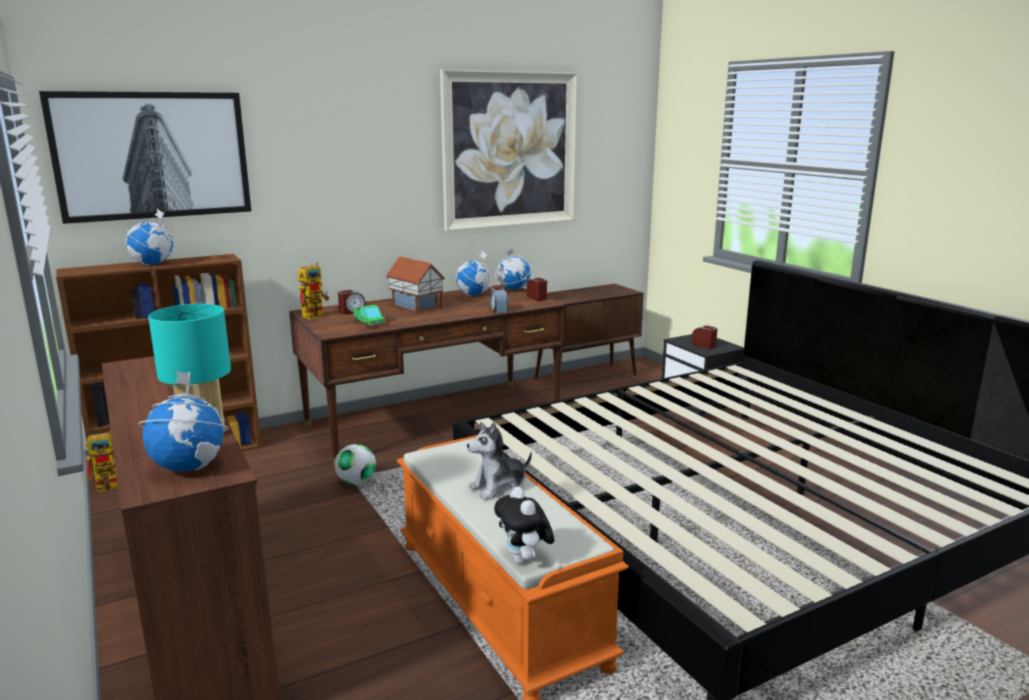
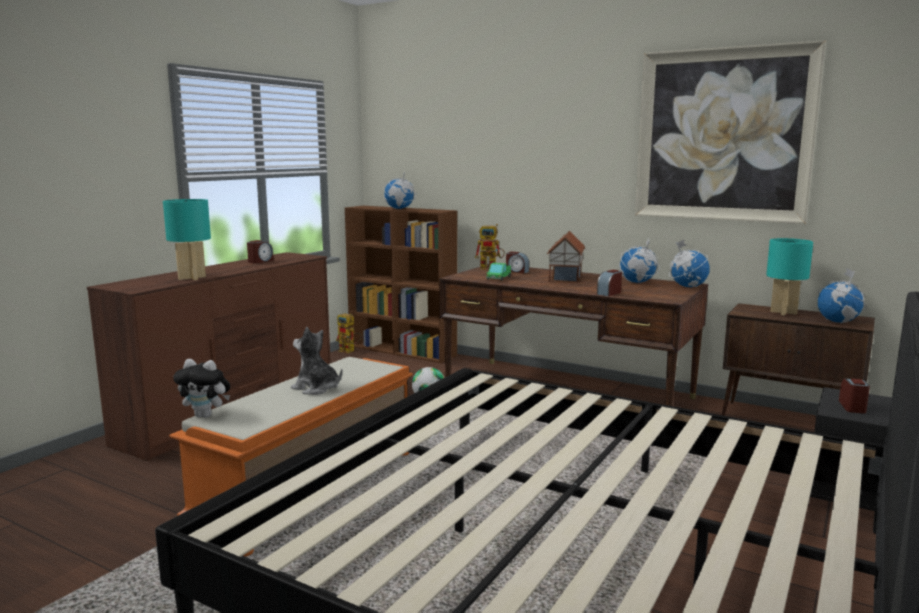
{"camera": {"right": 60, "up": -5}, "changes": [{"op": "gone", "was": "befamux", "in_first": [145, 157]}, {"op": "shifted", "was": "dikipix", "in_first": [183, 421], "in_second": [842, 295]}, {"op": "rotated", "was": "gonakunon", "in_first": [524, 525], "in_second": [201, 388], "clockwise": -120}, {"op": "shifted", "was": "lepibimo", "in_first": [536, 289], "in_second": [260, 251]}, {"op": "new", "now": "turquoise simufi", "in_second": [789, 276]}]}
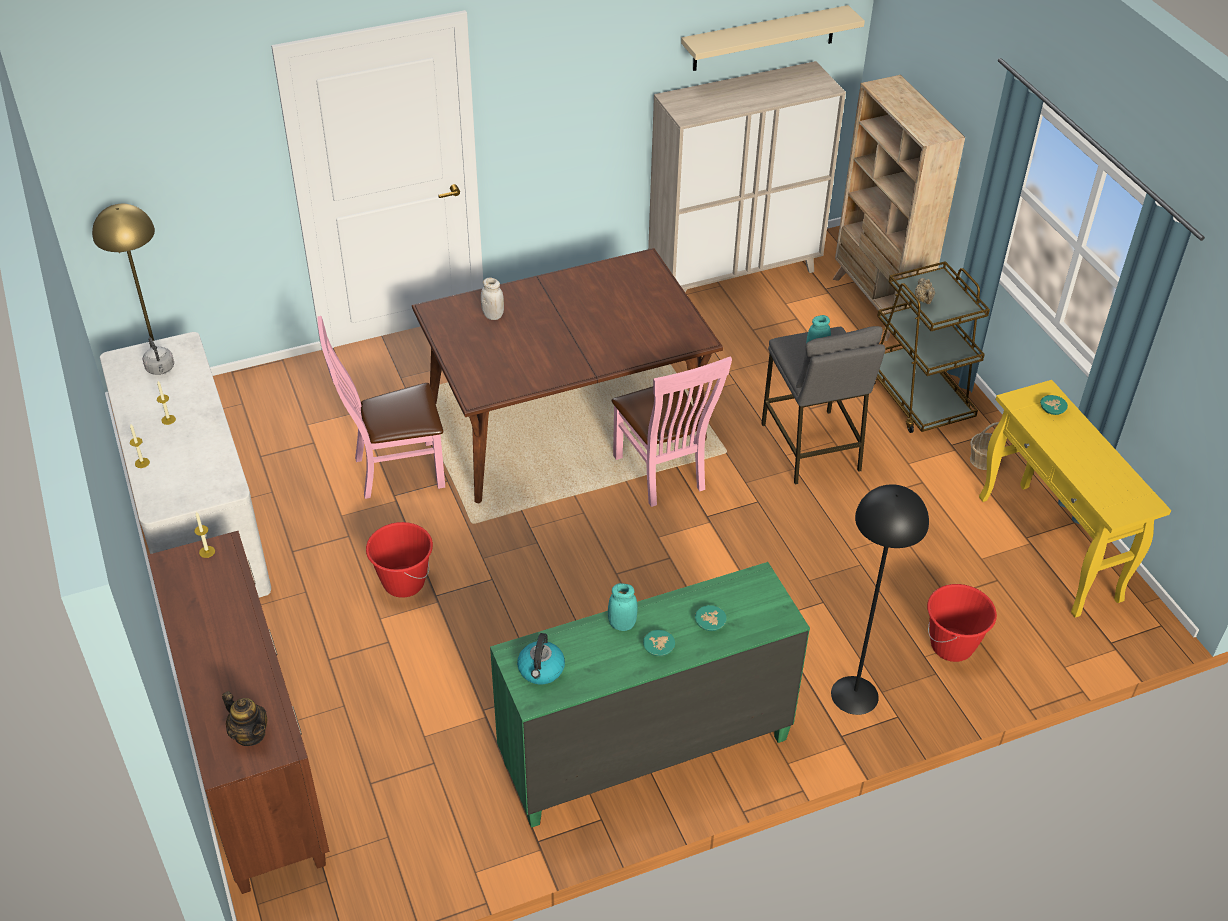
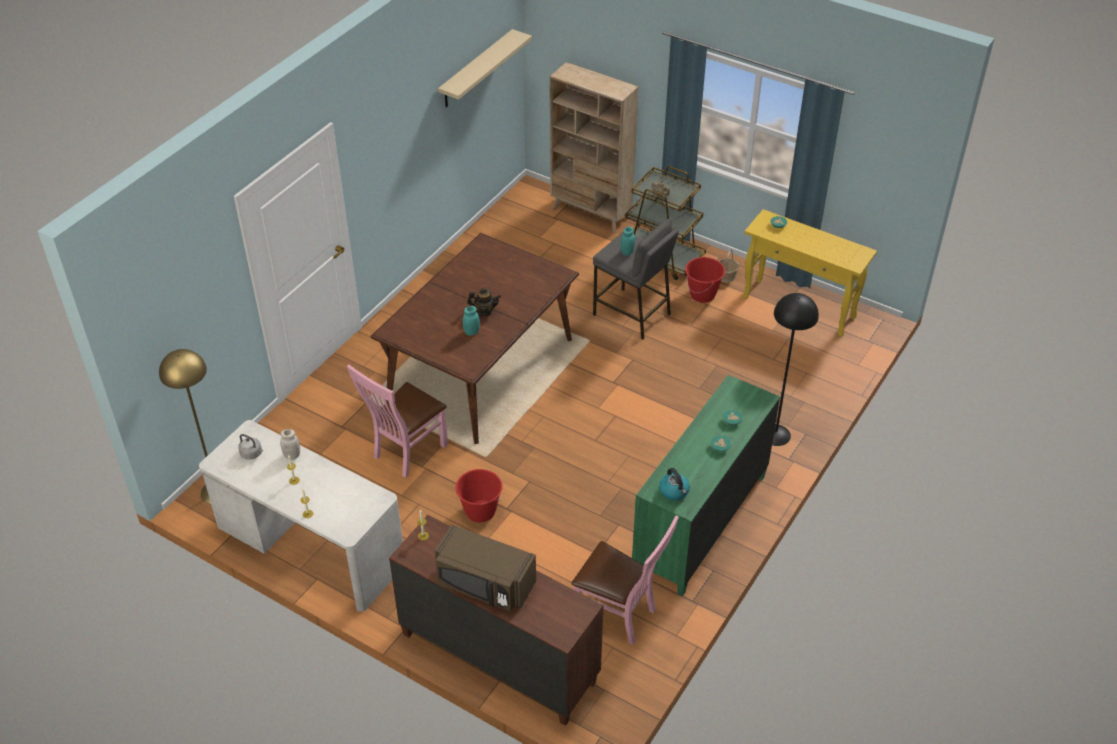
{"camera": {"right": -35, "up": 0}, "changes": [{"op": "shifted", "was": "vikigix", "in_first": [244, 718], "in_second": [484, 302]}, {"op": "shifted", "was": "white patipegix", "in_first": [492, 299], "in_second": [290, 444]}, {"op": "shifted", "was": "turquoise patipegix", "in_first": [622, 607], "in_second": [471, 321]}, {"op": "shifted", "was": "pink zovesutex", "in_first": [672, 431], "in_second": [625, 580]}, {"op": "gone", "was": "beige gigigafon", "in_first": [747, 177]}, {"op": "shifted", "was": "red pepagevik", "in_first": [962, 623], "in_second": [705, 280]}, {"op": "new", "now": "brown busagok", "in_second": [485, 568]}]}
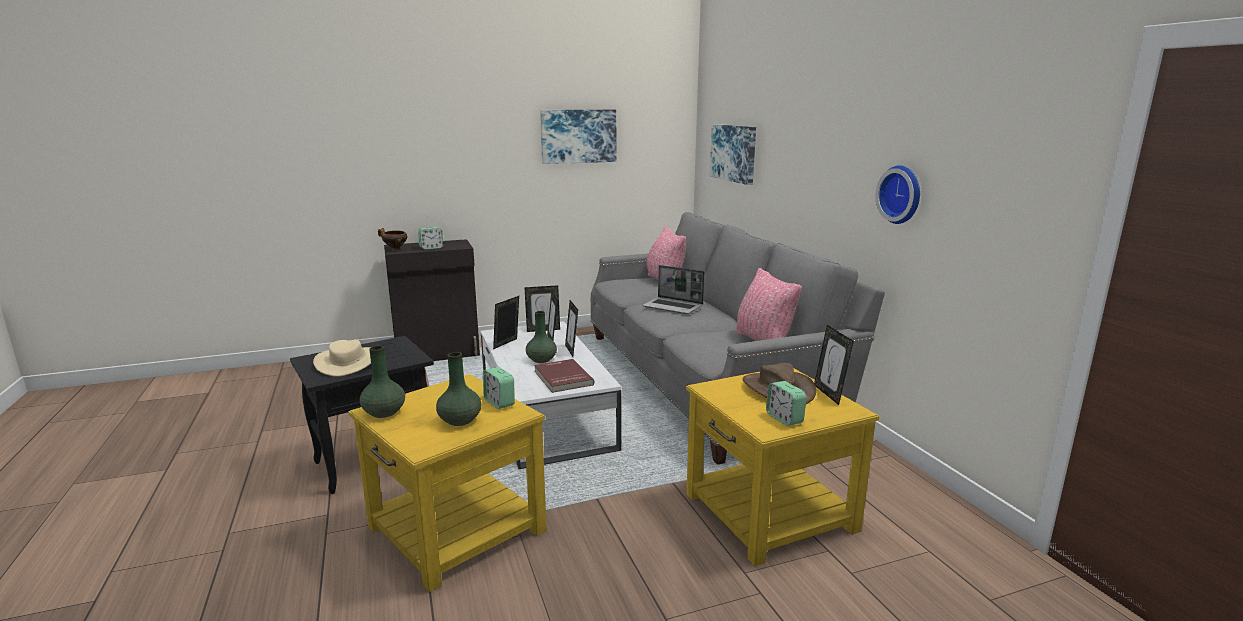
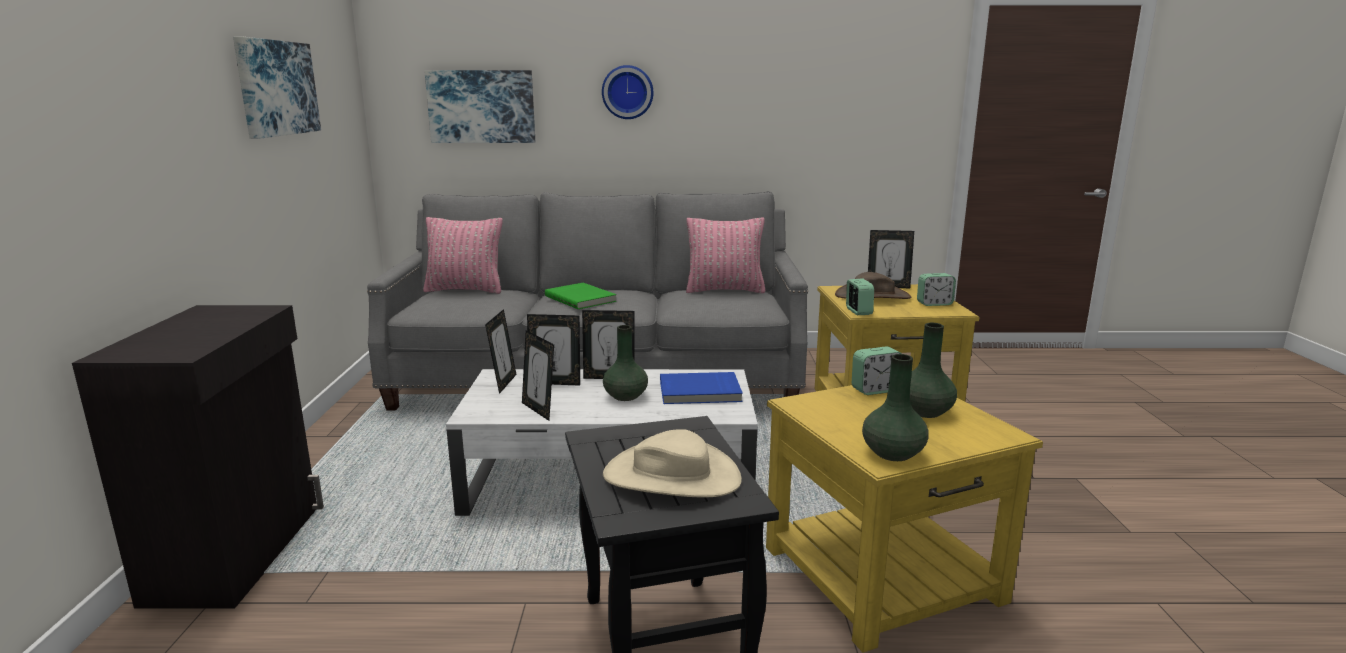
{"camera": {"right": -70, "up": 0}, "changes": [{"op": "gone", "was": "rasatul", "in_first": [393, 239]}, {"op": "shifted", "was": "lepibimo", "in_first": [430, 238], "in_second": [860, 296]}, {"op": "repainted", "was": "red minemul", "now": "blue minemul", "in_first": [564, 376], "in_second": [701, 388]}, {"op": "swapped", "was": "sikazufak", "now": "green minemul", "in_first": [673, 289], "in_second": [580, 296]}, {"op": "shifted", "was": "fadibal", "in_first": [897, 194], "in_second": [628, 92]}]}
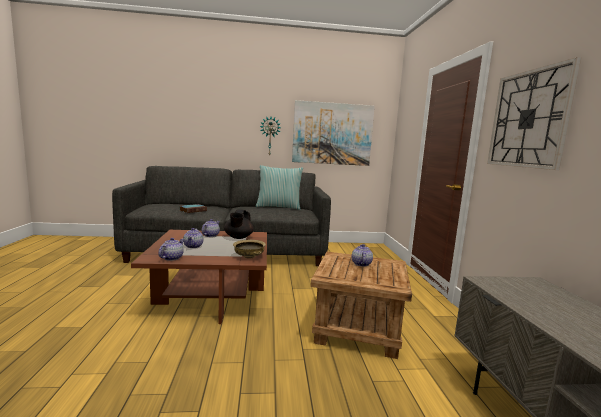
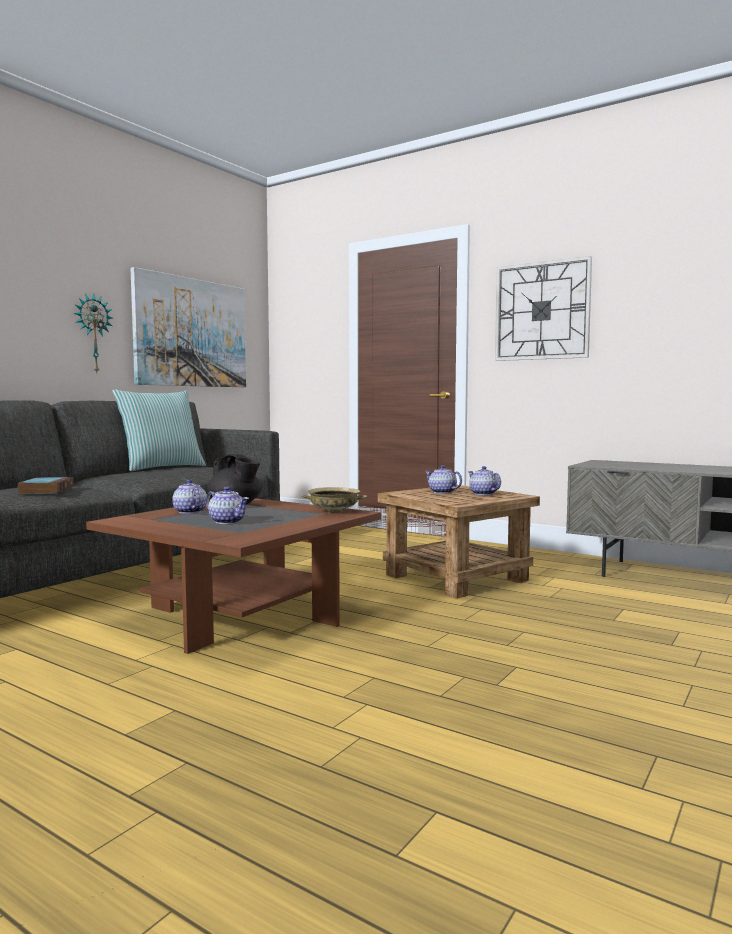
{"camera": {"right": -50, "up": -5}, "changes": [{"op": "shifted", "was": "vikigix", "in_first": [171, 249], "in_second": [484, 480]}]}
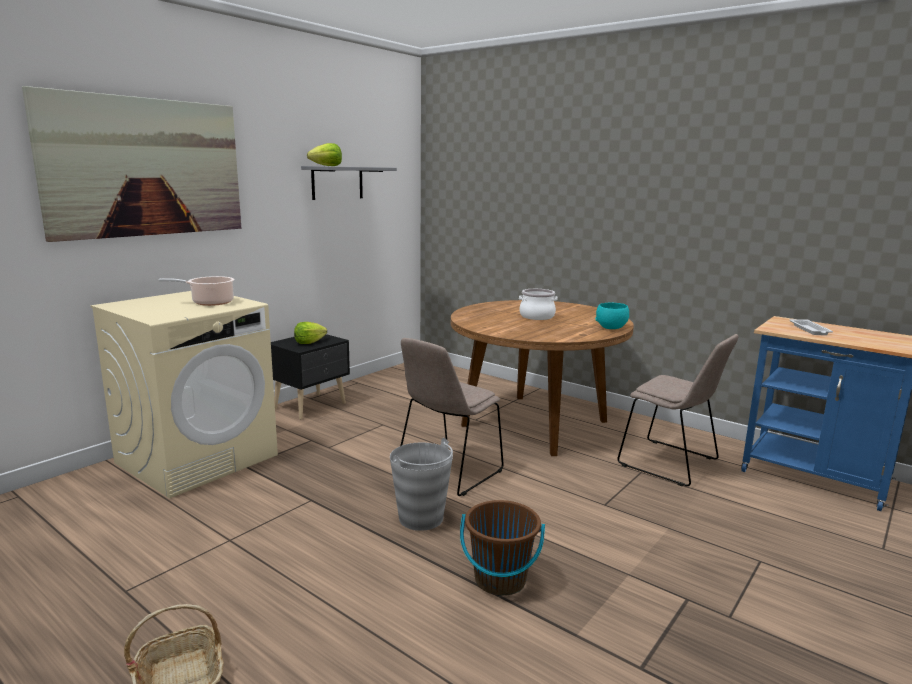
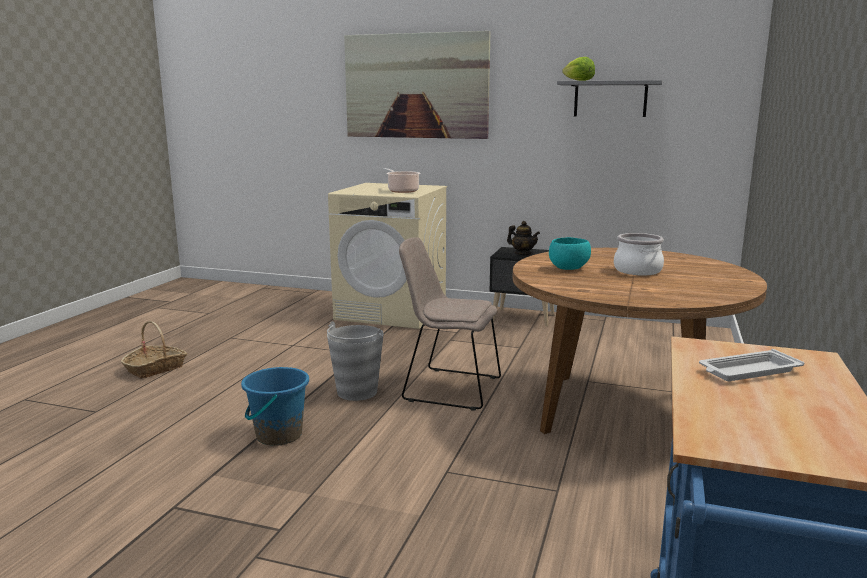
{"camera": {"right": 70, "up": 0}, "changes": [{"op": "swapped", "was": "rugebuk", "now": "vikigix", "in_first": [310, 333], "in_second": [523, 238]}, {"op": "repainted", "was": "brown pepagevik", "now": "blue pepagevik", "in_first": [502, 548], "in_second": [275, 406]}, {"op": "shifted", "was": "turquoise rasatul", "in_first": [612, 316], "in_second": [570, 253]}, {"op": "gone", "was": "beige zovesutex", "in_first": [678, 410]}]}
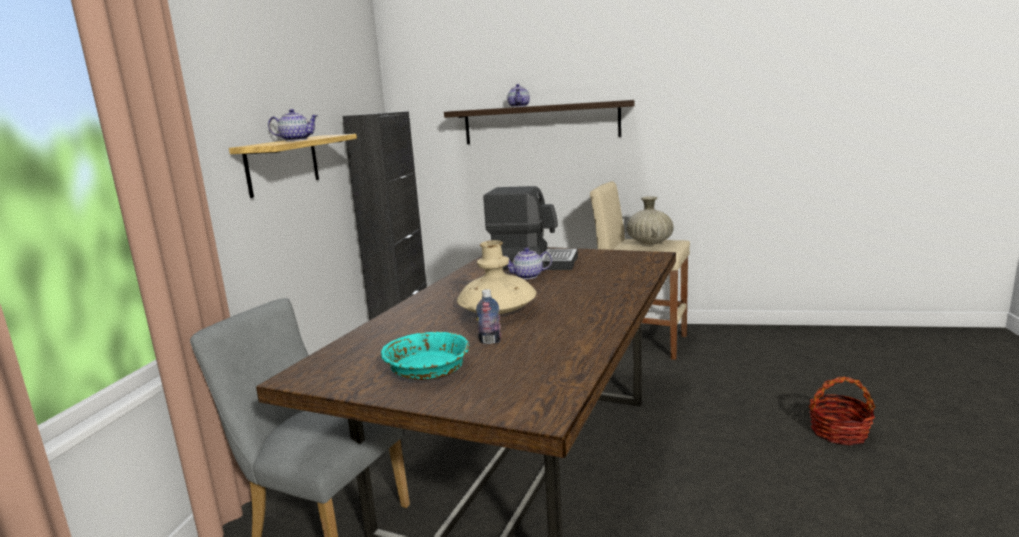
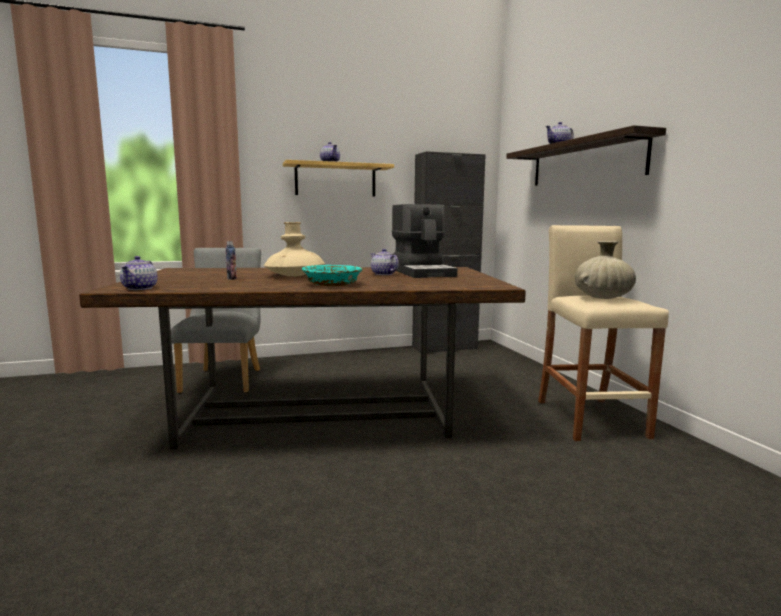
{"camera": {"right": 60, "up": -5}, "changes": [{"op": "shifted", "was": "turquoise rasatul", "in_first": [425, 355], "in_second": [332, 275]}, {"op": "gone", "was": "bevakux", "in_first": [842, 411]}, {"op": "new", "now": "vikigix", "in_second": [139, 273]}]}
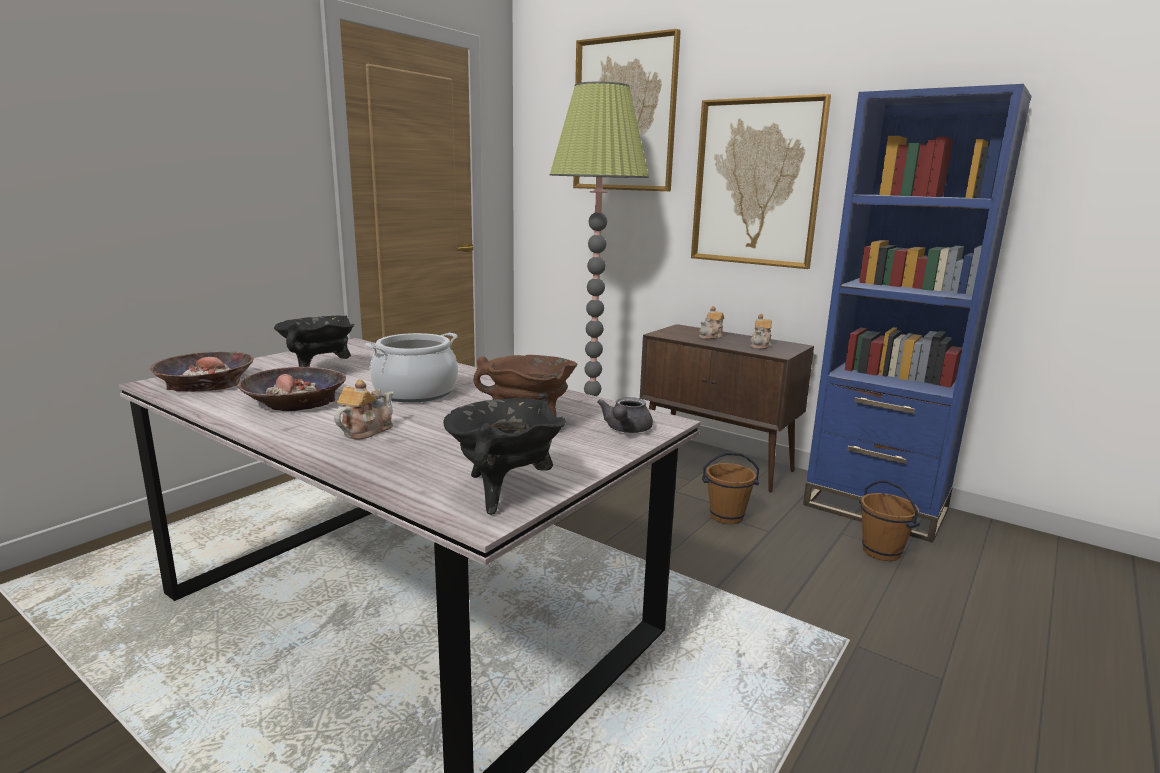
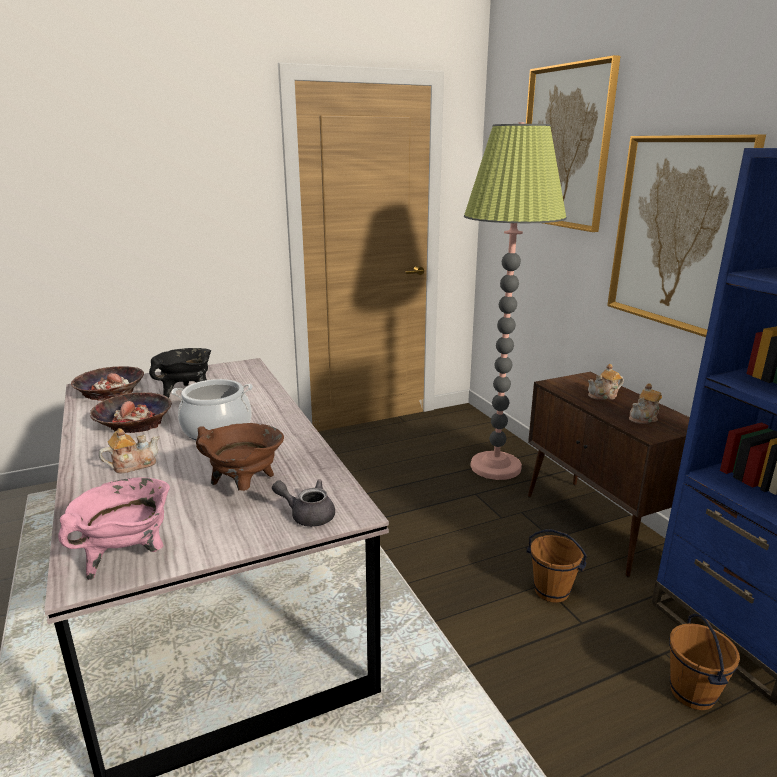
{"camera": {"right": 30, "up": 5}, "changes": [{"op": "repainted", "was": "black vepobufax", "now": "pink vepobufax", "in_first": [505, 456], "in_second": [114, 528]}, {"op": "rotated", "was": "grey vikigix", "in_first": [625, 415], "in_second": [303, 503], "clockwise": 60}]}
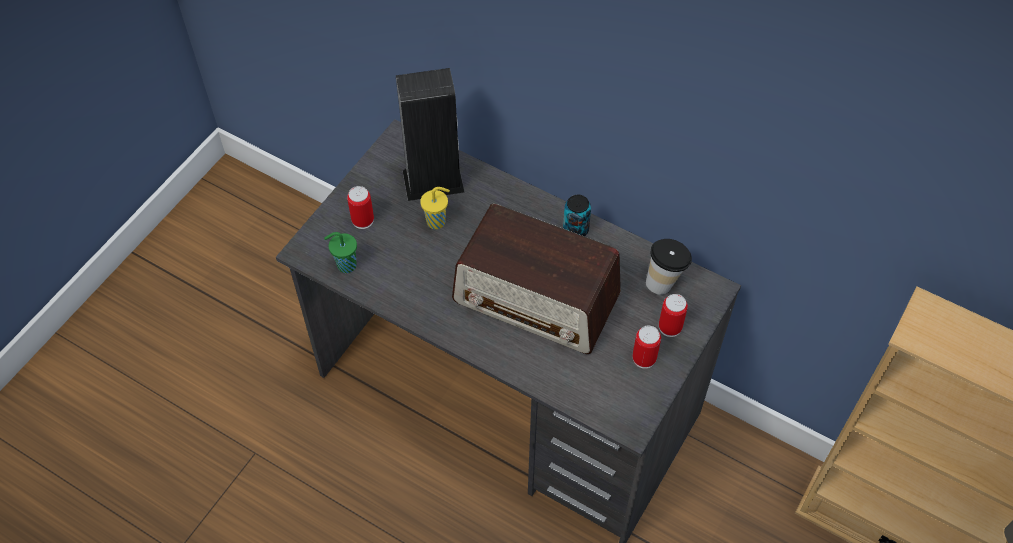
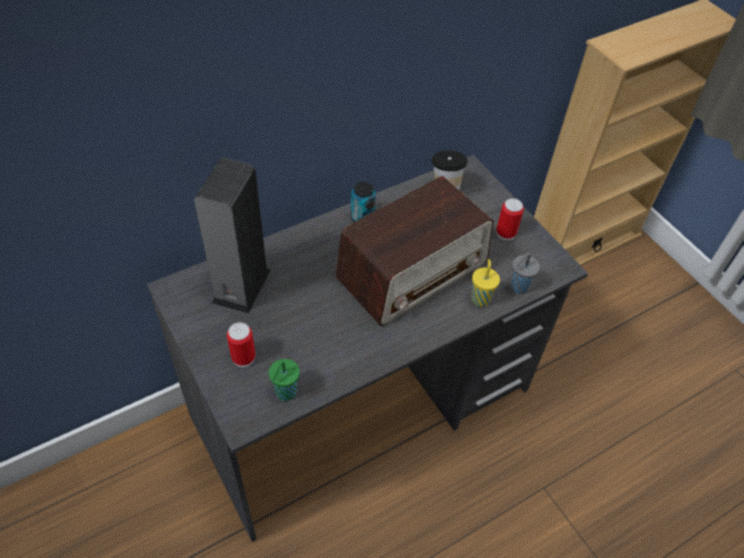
{"camera": {"right": -65, "up": -5}, "changes": [{"op": "shifted", "was": "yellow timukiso", "in_first": [435, 208], "in_second": [485, 283]}, {"op": "gone", "was": "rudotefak", "in_first": [673, 315]}, {"op": "new", "now": "grey timukiso", "in_second": [525, 273]}]}
